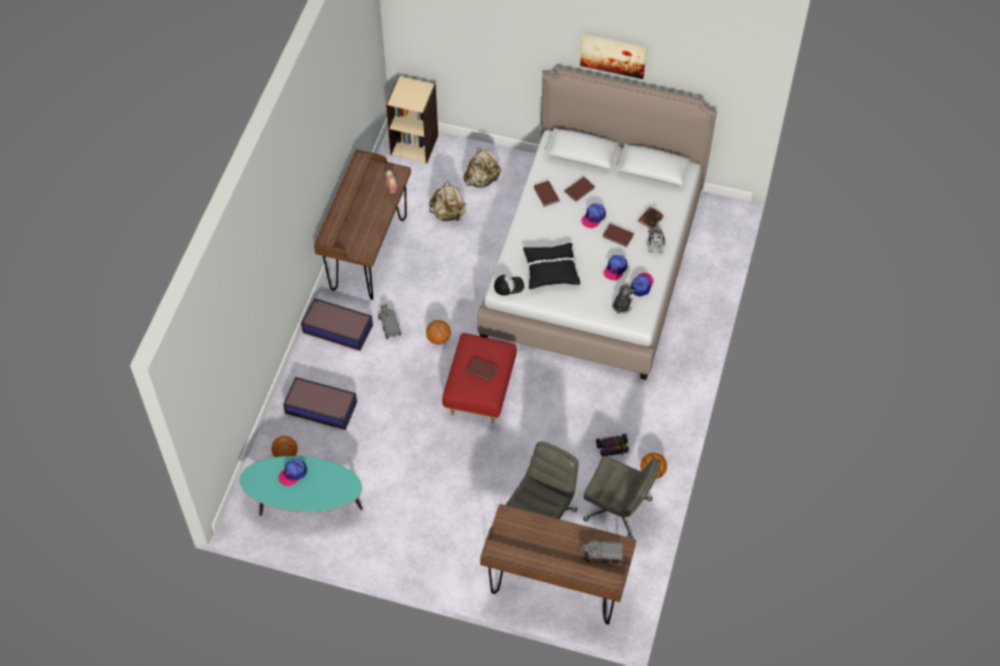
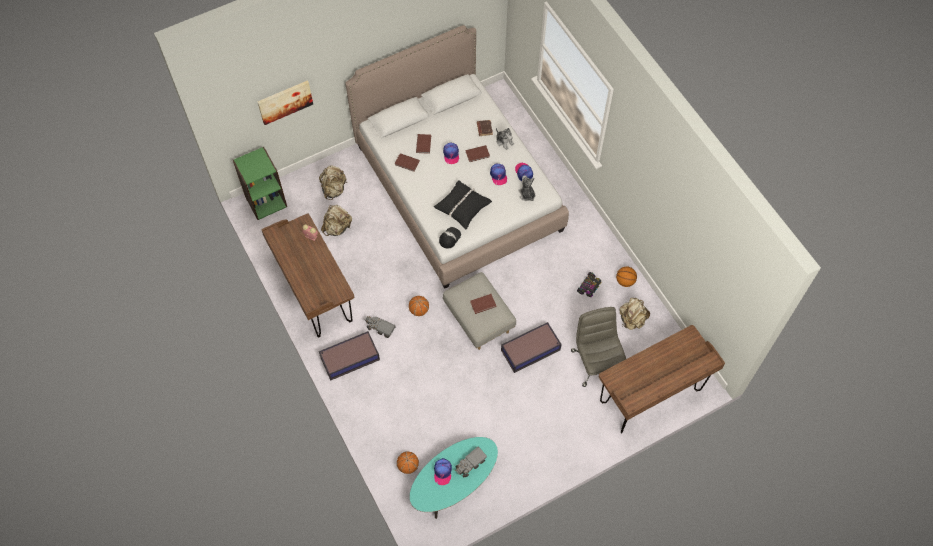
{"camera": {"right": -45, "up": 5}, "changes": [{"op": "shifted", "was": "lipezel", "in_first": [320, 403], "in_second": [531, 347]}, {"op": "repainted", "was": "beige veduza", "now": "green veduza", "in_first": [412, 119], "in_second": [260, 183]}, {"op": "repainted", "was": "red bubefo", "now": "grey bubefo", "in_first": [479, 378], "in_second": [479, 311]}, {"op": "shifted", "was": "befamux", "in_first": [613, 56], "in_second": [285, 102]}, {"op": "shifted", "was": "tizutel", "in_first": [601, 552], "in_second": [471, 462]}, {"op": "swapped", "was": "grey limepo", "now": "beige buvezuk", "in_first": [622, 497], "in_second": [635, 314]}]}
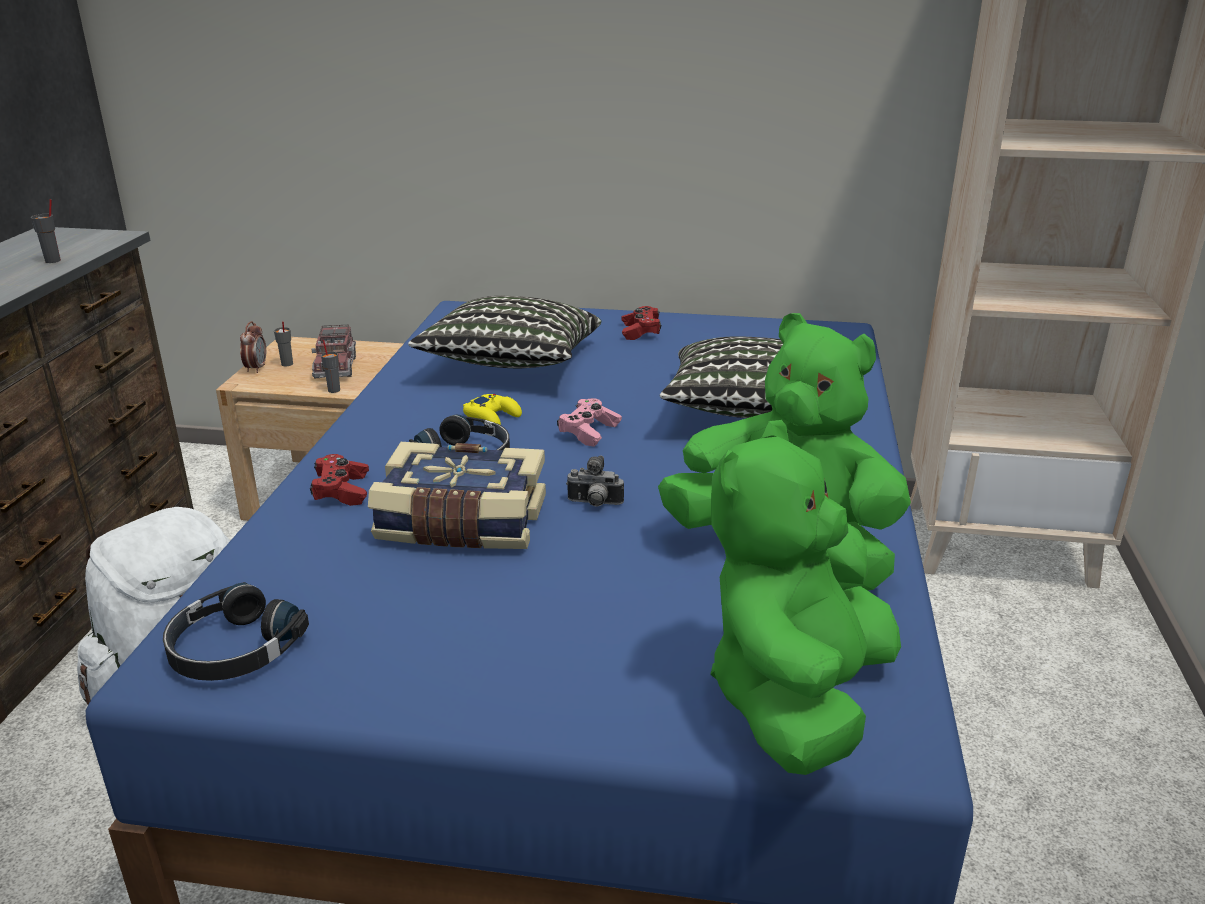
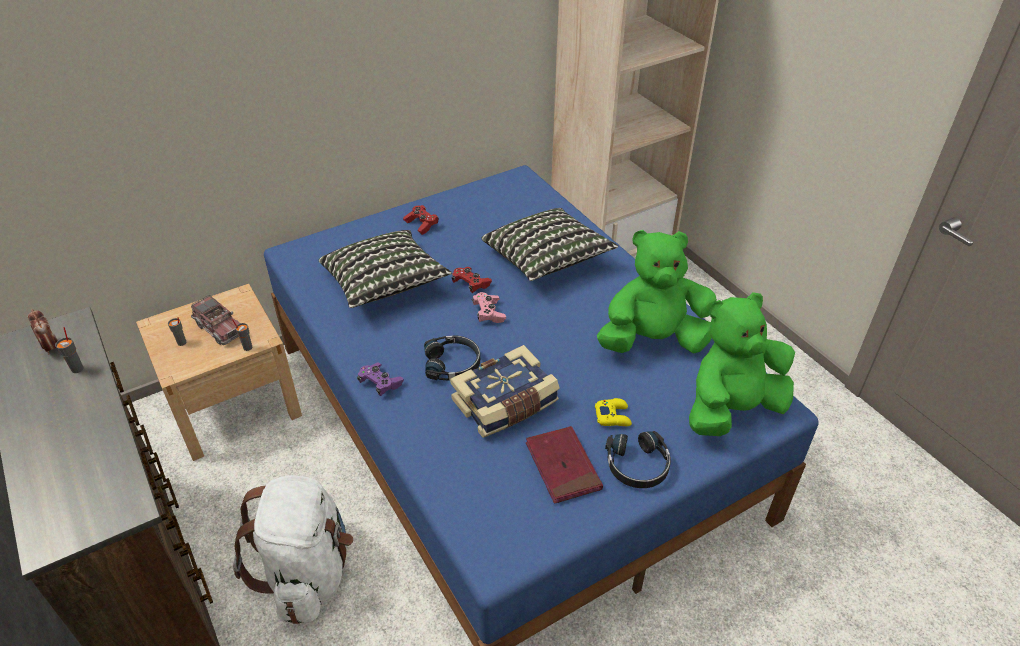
{"camera": {"right": -40, "up": 15}, "changes": [{"op": "shifted", "was": "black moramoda", "in_first": [236, 631], "in_second": [638, 459]}, {"op": "shifted", "was": "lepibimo", "in_first": [253, 347], "in_second": [43, 331]}, {"op": "shifted", "was": "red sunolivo", "in_first": [339, 480], "in_second": [471, 280]}, {"op": "shifted", "was": "yellow sunolivo", "in_first": [492, 409], "in_second": [613, 412]}, {"op": "gone", "was": "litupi", "in_first": [595, 481]}, {"op": "rotated", "was": "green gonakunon", "in_first": [806, 597], "in_second": [742, 364], "clockwise": 75}, {"op": "new", "now": "purple sunolivo", "in_second": [380, 379]}, {"op": "new", "now": "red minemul", "in_second": [564, 465]}]}
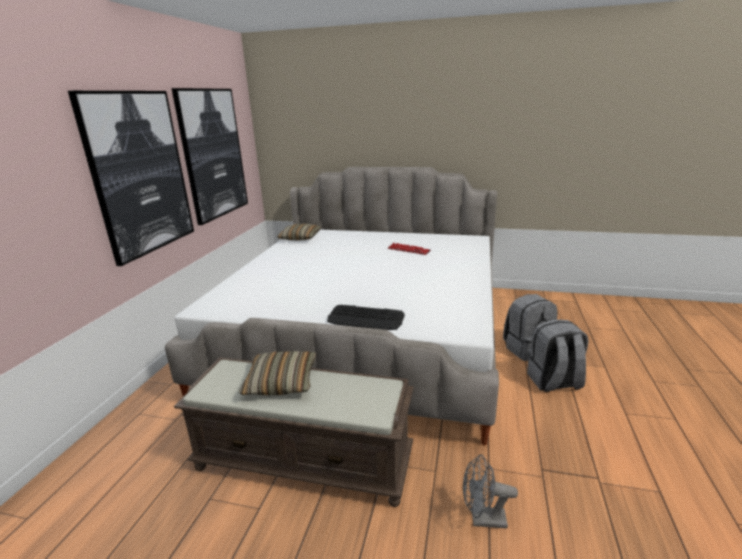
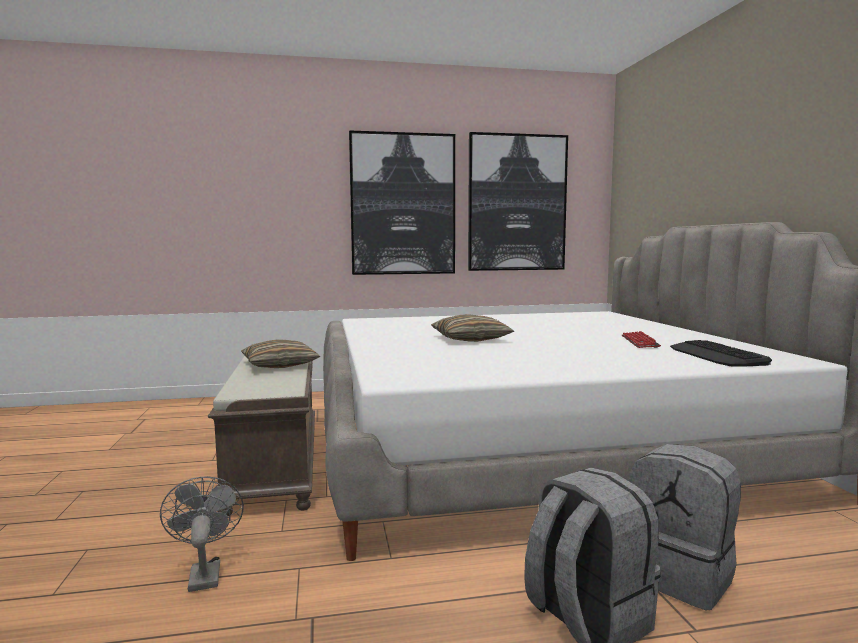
{"camera": {"right": 65, "up": -15}, "changes": [{"op": "shifted", "was": "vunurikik", "in_first": [299, 232], "in_second": [472, 328]}, {"op": "shifted", "was": "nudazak", "in_first": [366, 317], "in_second": [721, 353]}]}
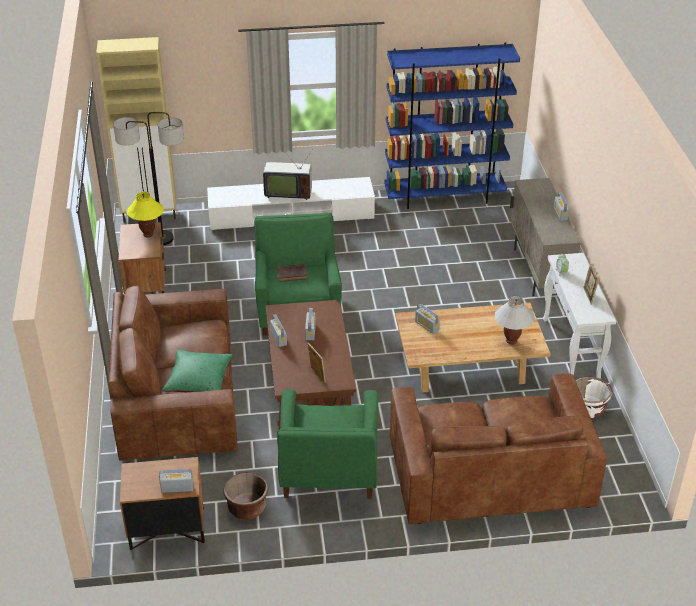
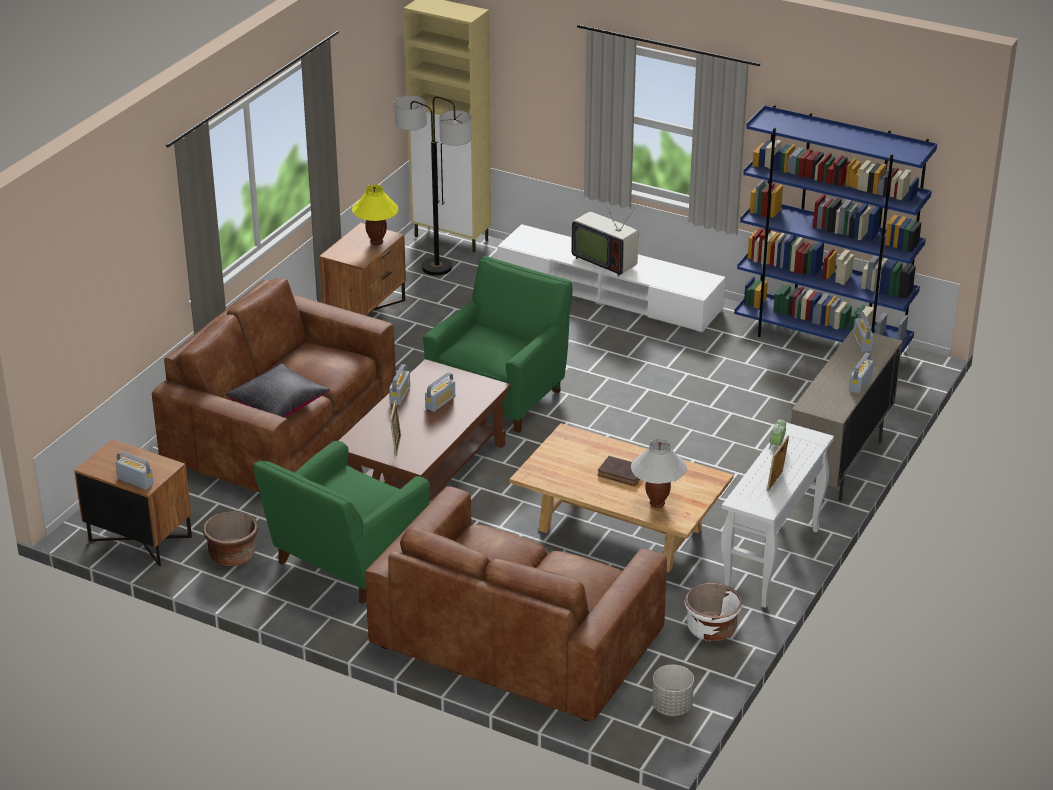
{"camera": {"right": 35, "up": -5}, "changes": [{"op": "repainted", "was": "green vunurikik", "now": "black vunurikik", "in_first": [197, 371], "in_second": [278, 390]}, {"op": "shifted", "was": "brown minemul", "in_first": [292, 273], "in_second": [618, 471]}, {"op": "shifted", "was": "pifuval", "in_first": [427, 319], "in_second": [863, 332]}, {"op": "new", "now": "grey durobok", "in_second": [673, 690]}]}
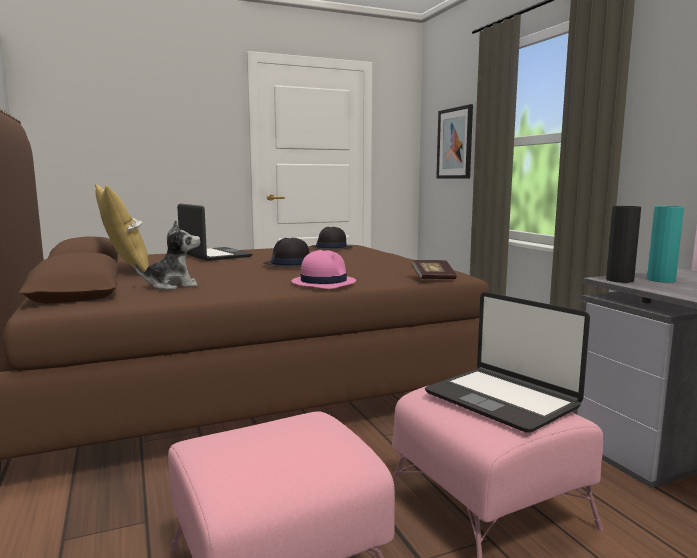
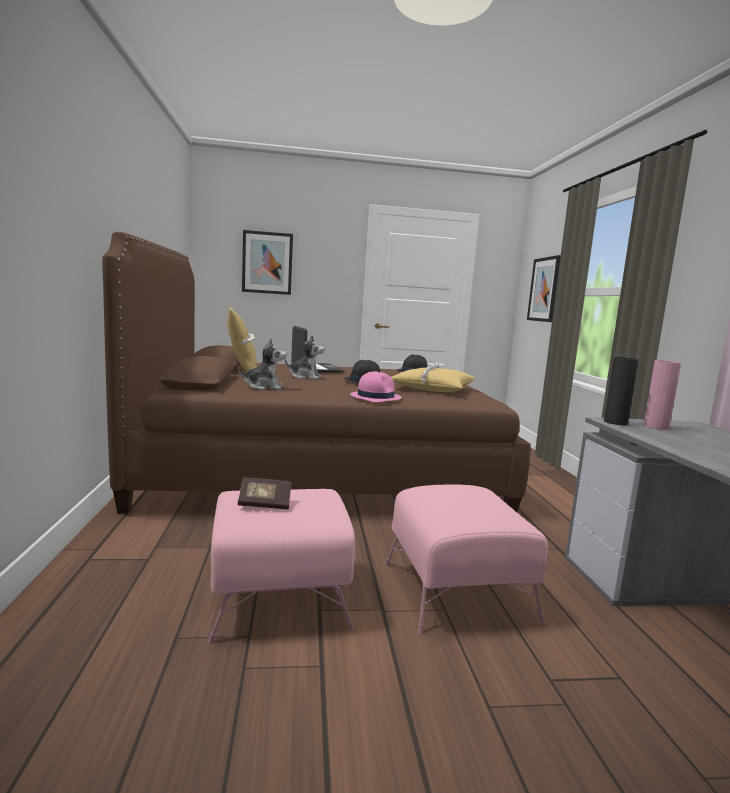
{"camera": {"right": 15, "up": 0}, "changes": [{"op": "shifted", "was": "minemul", "in_first": [434, 269], "in_second": [265, 493]}, {"op": "gone", "was": "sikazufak", "in_first": [507, 362]}, {"op": "repainted", "was": "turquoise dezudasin", "now": "pink dezudasin", "in_first": [665, 244], "in_second": [662, 395]}, {"op": "new", "now": "befamux", "in_second": [267, 262]}, {"op": "new", "now": "gonakunon", "in_second": [305, 358]}, {"op": "new", "now": "yellow vunurikik", "in_second": [433, 377]}]}
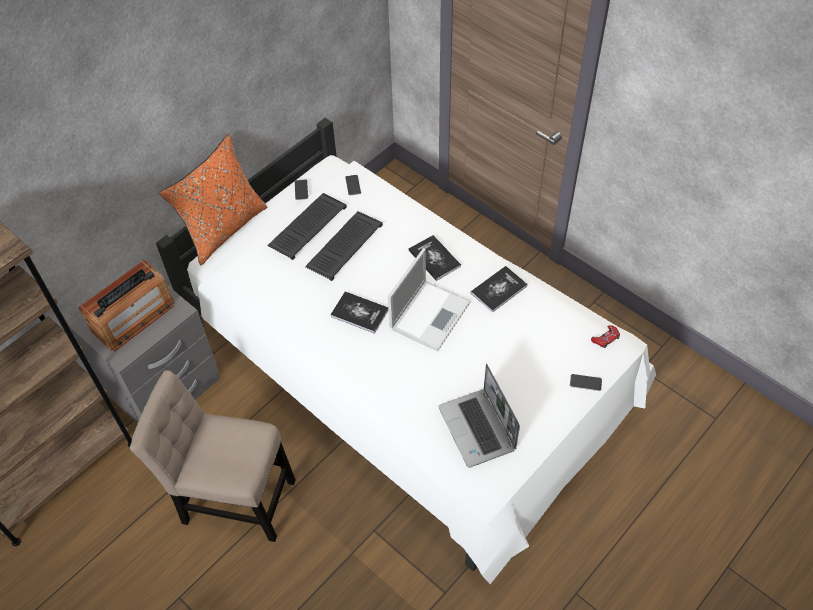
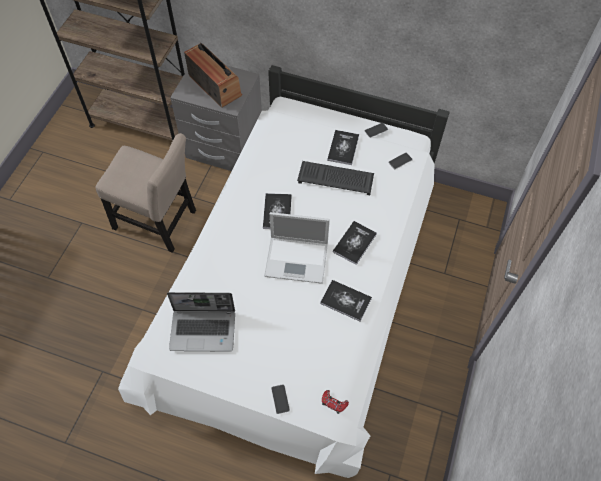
{"camera": {"right": 65, "up": 5}, "changes": [{"op": "rotated", "was": "pifuval", "in_first": [126, 305], "in_second": [213, 75], "clockwise": -150}, {"op": "rotated", "was": "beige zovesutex", "in_first": [213, 456], "in_second": [146, 193], "clockwise": 120}, {"op": "gone", "was": "orange vunurikik", "in_first": [213, 200]}, {"op": "swapped", "was": "nudazak", "now": "minemul", "in_first": [307, 226], "in_second": [343, 147]}, {"op": "rotated", "was": "sikazufak", "in_first": [479, 416], "in_second": [201, 322], "clockwise": -135}]}
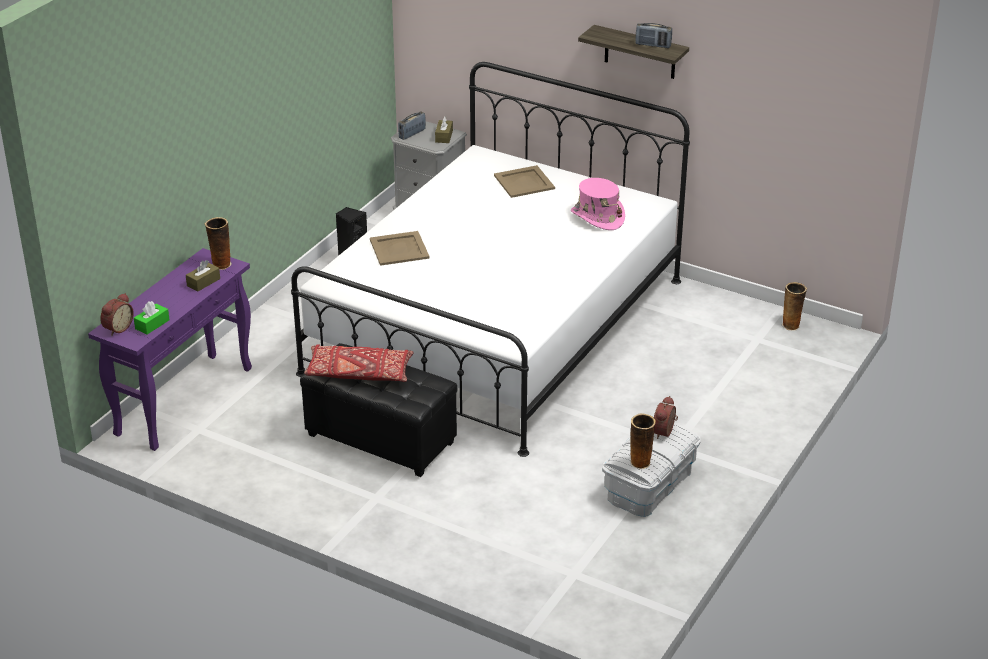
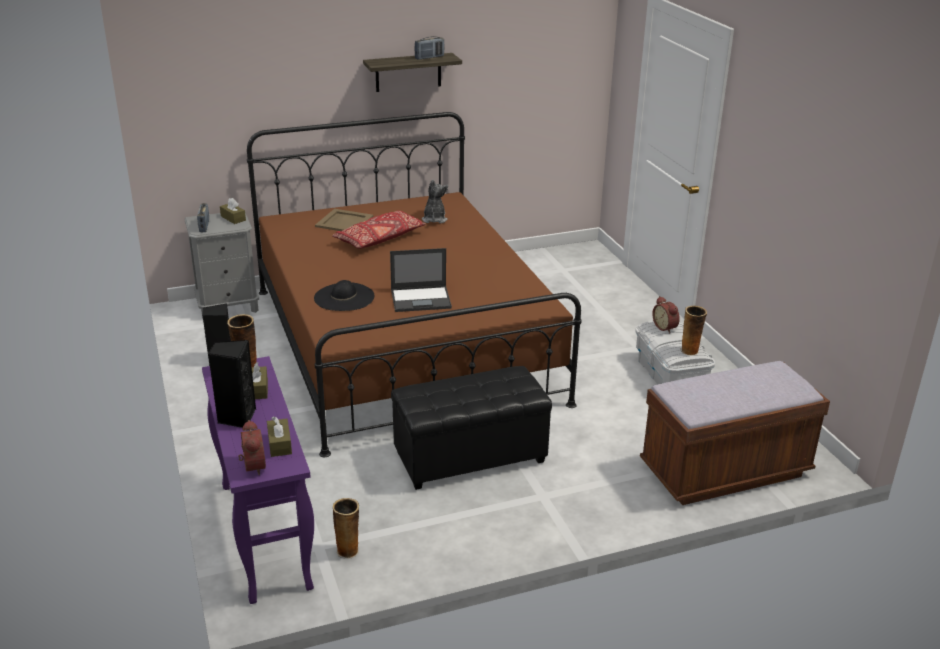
{"camera": {"right": -50, "up": -5}, "changes": [{"op": "repainted", "was": "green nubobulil", "now": "brown nubobulil", "in_first": [152, 317], "in_second": [279, 437]}, {"op": "repainted", "was": "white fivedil", "now": "brown fivedil", "in_first": [490, 259], "in_second": [414, 284]}, {"op": "shifted", "was": "red vunurikik", "in_first": [358, 363], "in_second": [379, 230]}, {"op": "swapped", "was": "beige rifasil", "now": "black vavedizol", "in_first": [400, 248], "in_second": [344, 295]}, {"op": "swapped", "was": "pink vavedizol", "now": "gonakunon", "in_first": [598, 204], "in_second": [435, 201]}, {"op": "shifted", "was": "dezudasin", "in_first": [794, 306], "in_second": [346, 528]}, {"op": "new", "now": "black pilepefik", "in_second": [232, 384]}, {"op": "new", "now": "sikazufak", "in_second": [421, 280]}, {"op": "new", "now": "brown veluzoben", "in_second": [735, 433]}]}
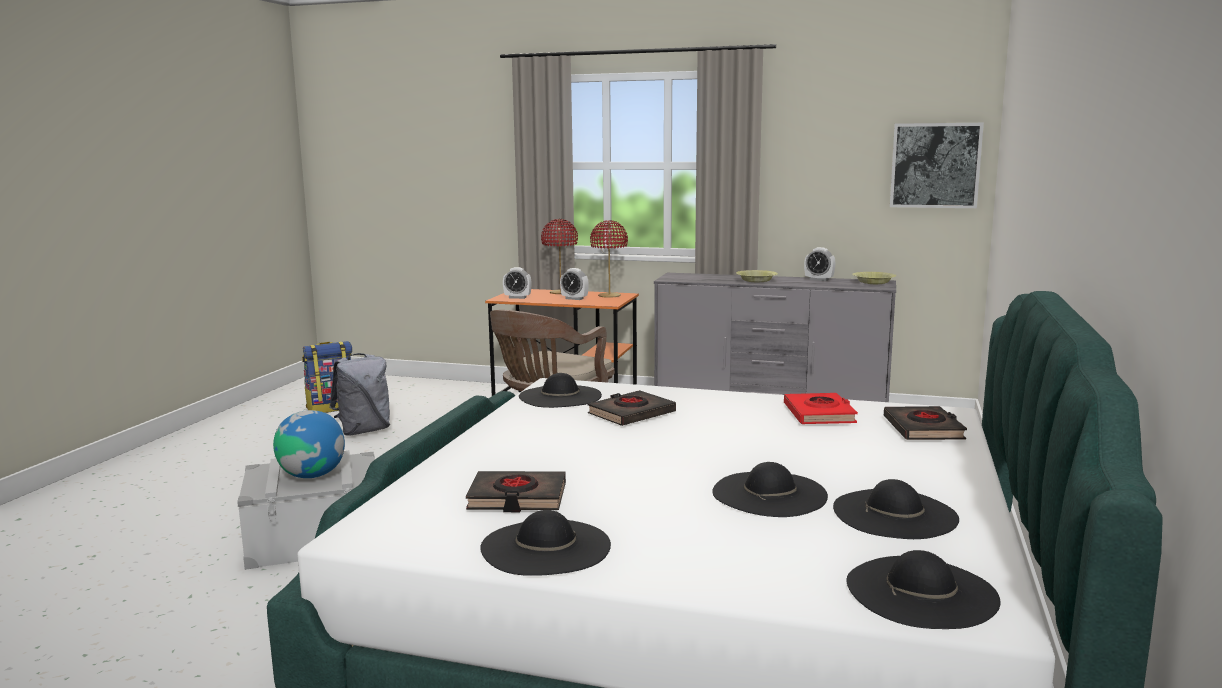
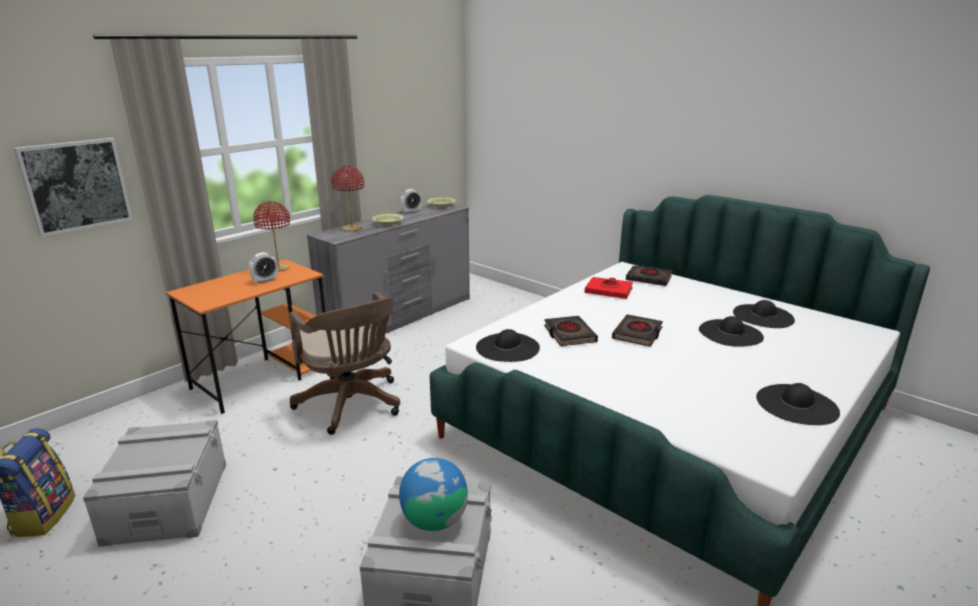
{"camera": {"right": -65, "up": 10}, "changes": [{"op": "swapped", "was": "grey buvezuk", "now": "grey lipezel", "in_first": [360, 394], "in_second": [154, 483]}, {"op": "shifted", "was": "black minemul", "in_first": [516, 491], "in_second": [637, 330]}, {"op": "gone", "was": "lepibimo", "in_first": [517, 283]}, {"op": "shifted", "was": "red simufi", "in_first": [559, 256], "in_second": [347, 198]}, {"op": "gone", "was": "black vavedizol", "in_first": [924, 589]}, {"op": "shifted", "was": "befamux", "in_first": [937, 165], "in_second": [73, 187]}]}
